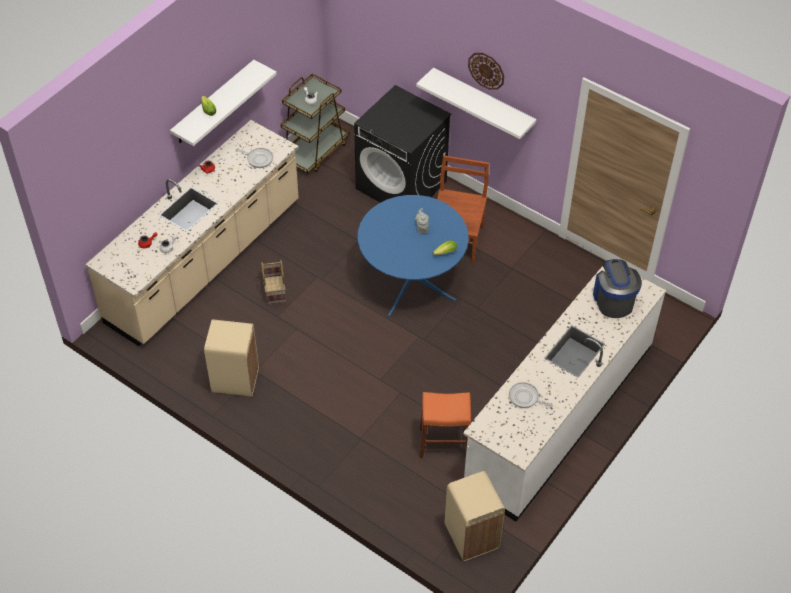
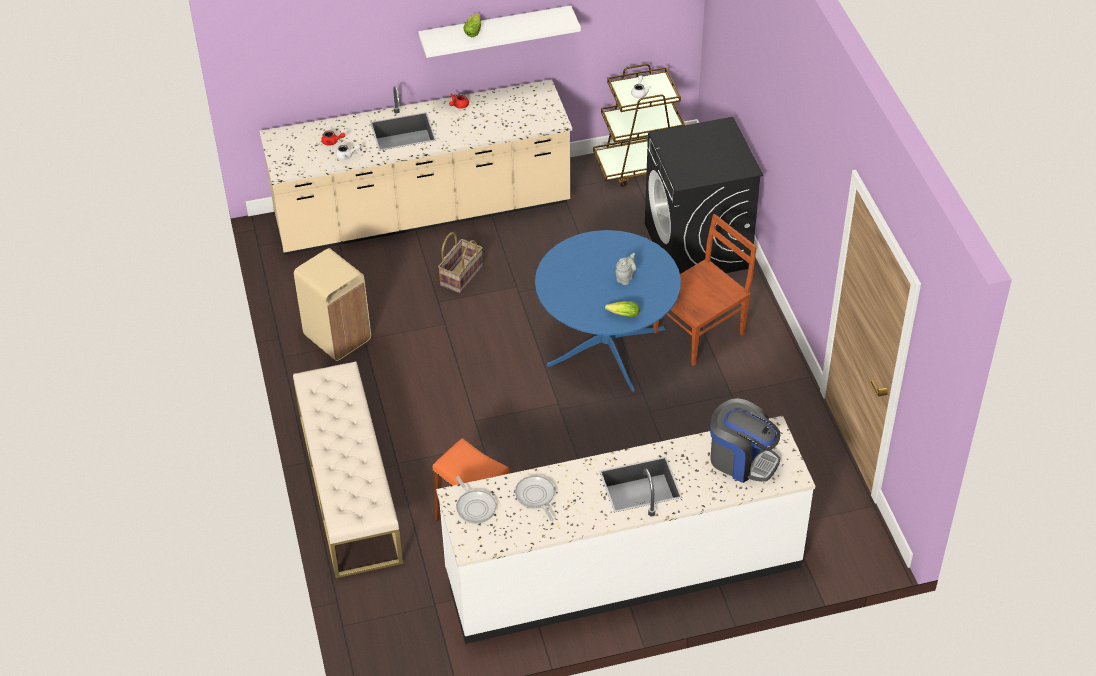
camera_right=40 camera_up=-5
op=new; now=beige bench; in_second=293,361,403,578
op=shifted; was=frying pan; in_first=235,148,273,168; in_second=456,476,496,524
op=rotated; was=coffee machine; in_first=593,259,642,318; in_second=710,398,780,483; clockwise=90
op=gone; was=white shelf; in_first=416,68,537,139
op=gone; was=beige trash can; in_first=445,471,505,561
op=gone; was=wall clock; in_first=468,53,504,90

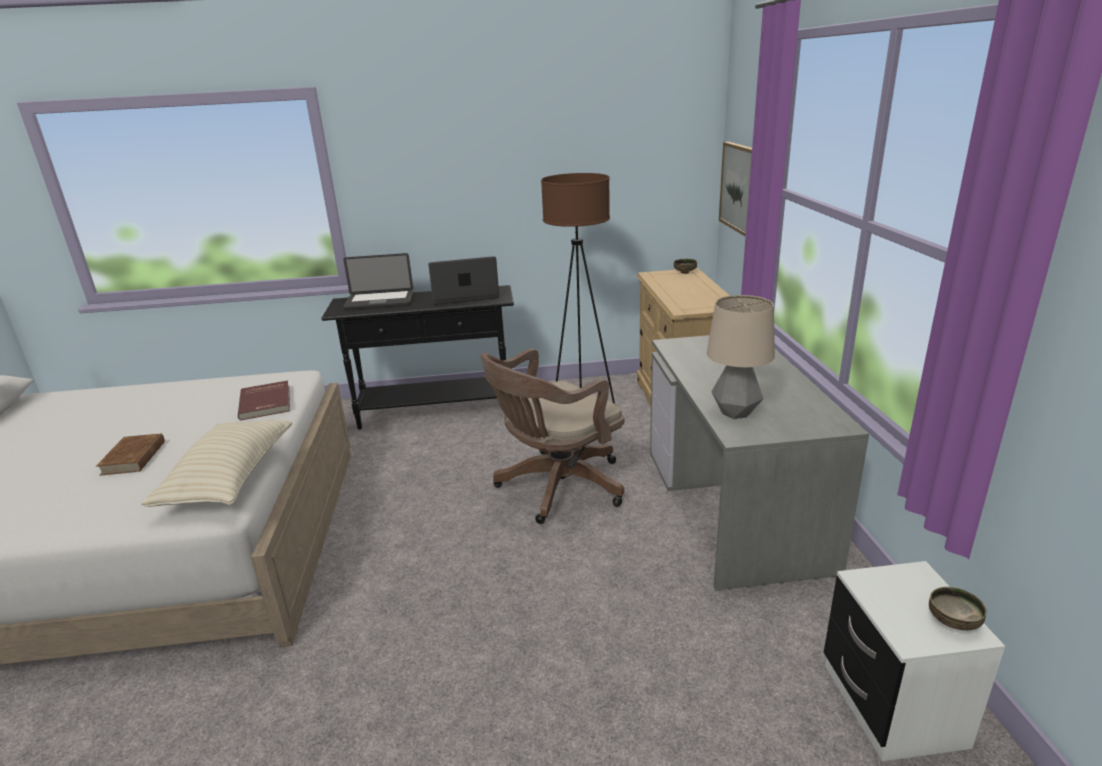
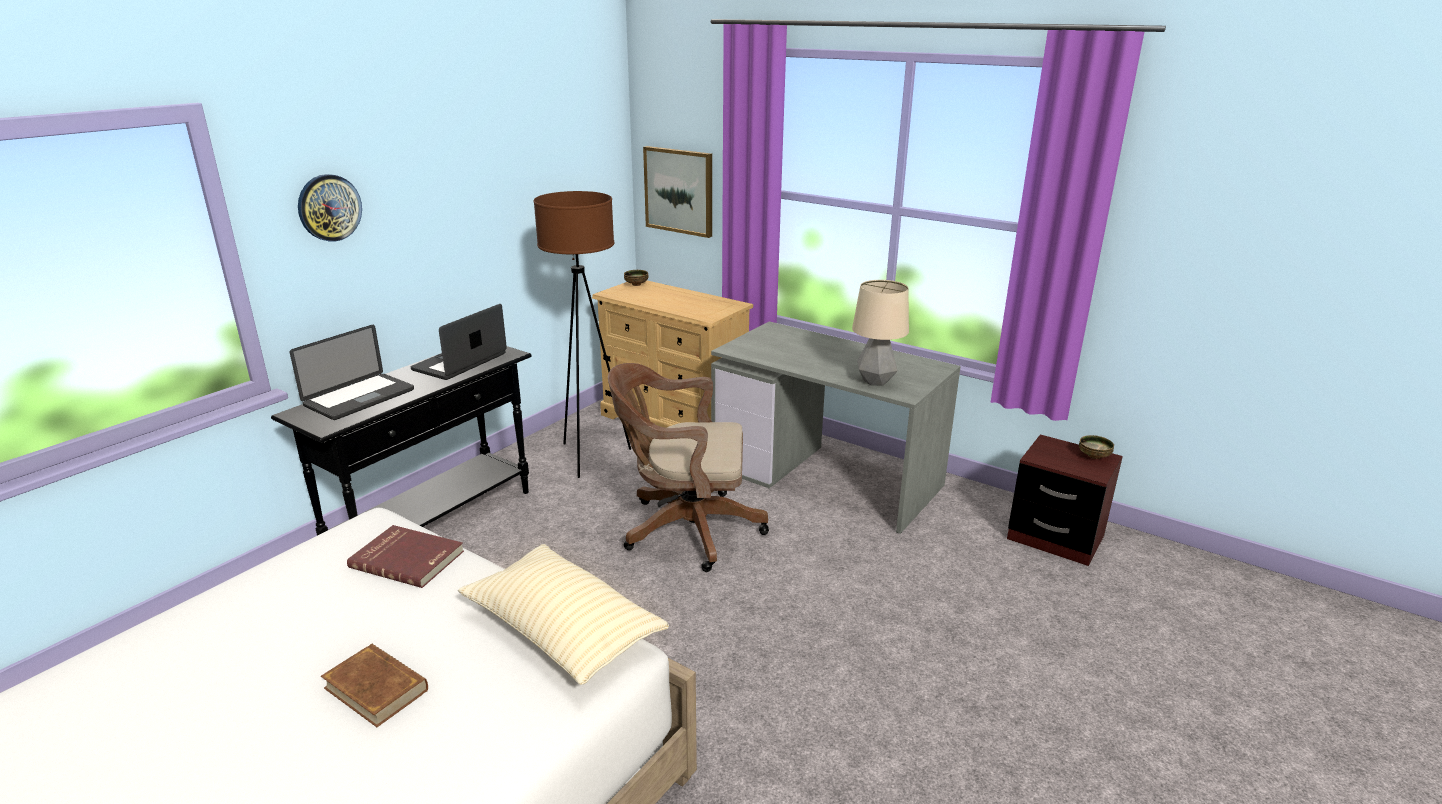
camera_right=-50 camera_up=0
op=new; now=wall clock; in_second=298,174,362,242
op=rotated; was=brown office chair; in_first=481,348,624,524; in_second=608,363,769,572; clockwise=90
op=repainted; was=white nightstand; now=brown nightstand; in_first=824,561,1005,761; in_second=1007,434,1123,566

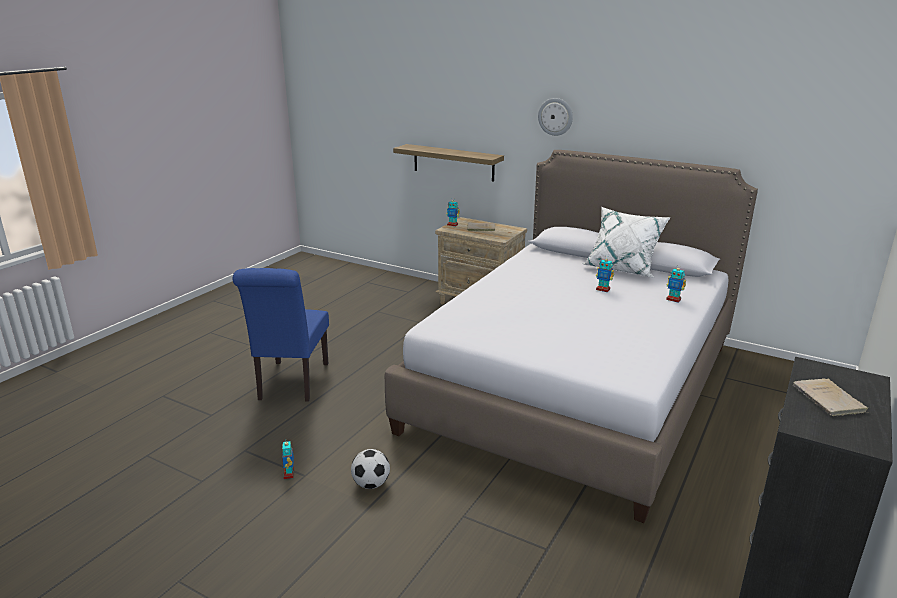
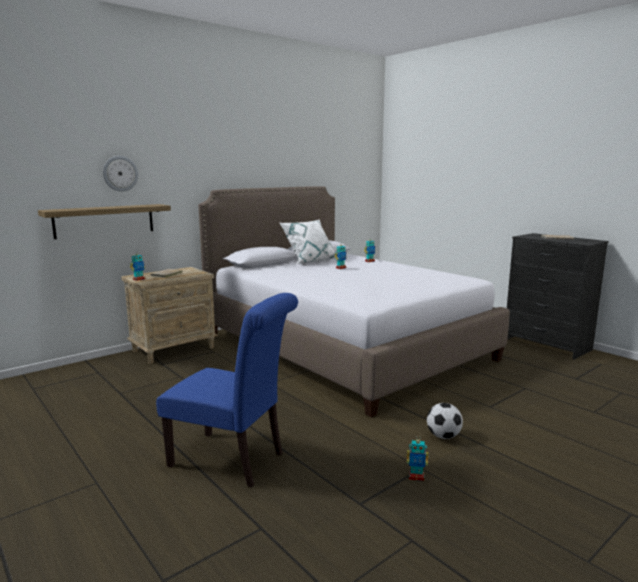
camera_right=-70 camera_up=-10
op=shifted; was=wall clock; in_first=538,98,573,136; in_second=103,156,138,192

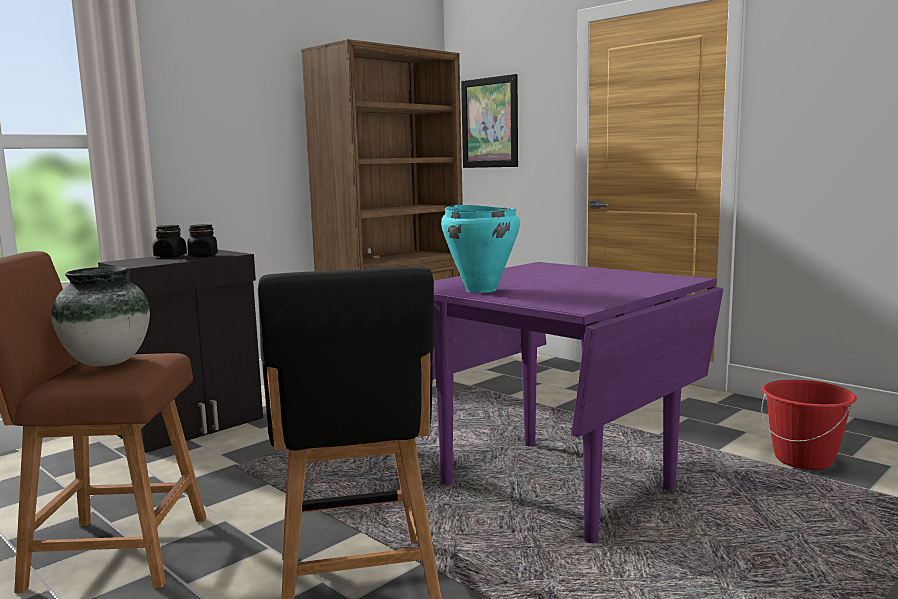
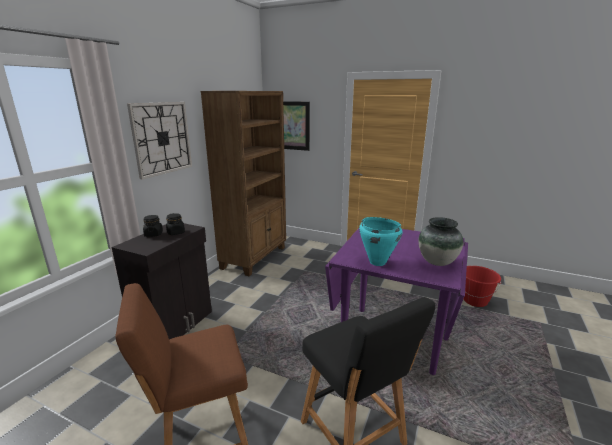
camera_right=-20 camera_up=10
op=new; now=wall clock; in_second=127,102,192,179
op=shifted; was=vase; in_first=51,267,150,366; in_second=418,217,464,266

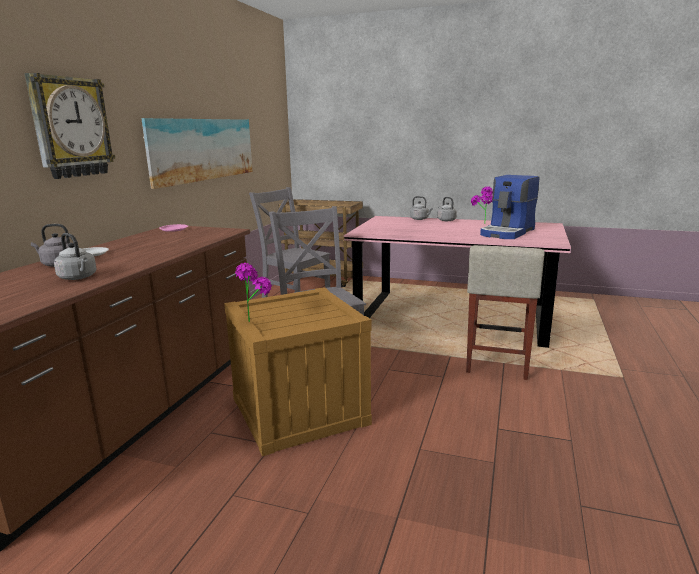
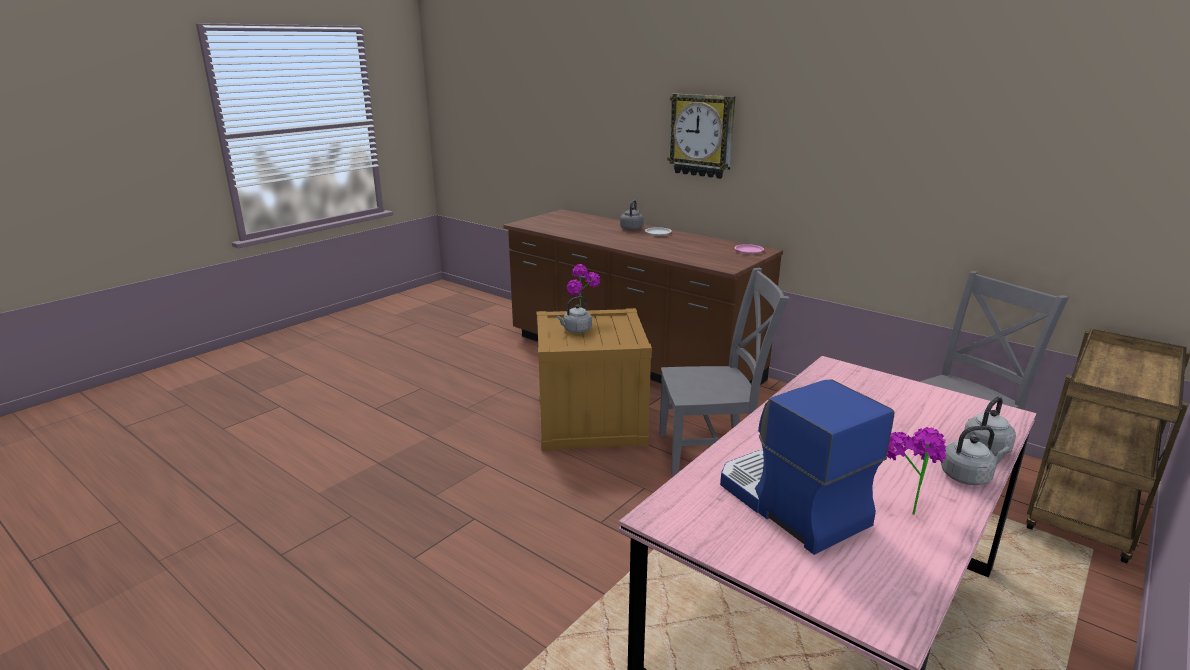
camera_right=110 camera_up=5
op=shifted; was=grey kettle; in_first=54,233,97,280; in_second=556,296,592,333
op=gone; was=picture; in_first=142,118,253,189
op=gone; was=beige stool; in_first=466,245,544,380

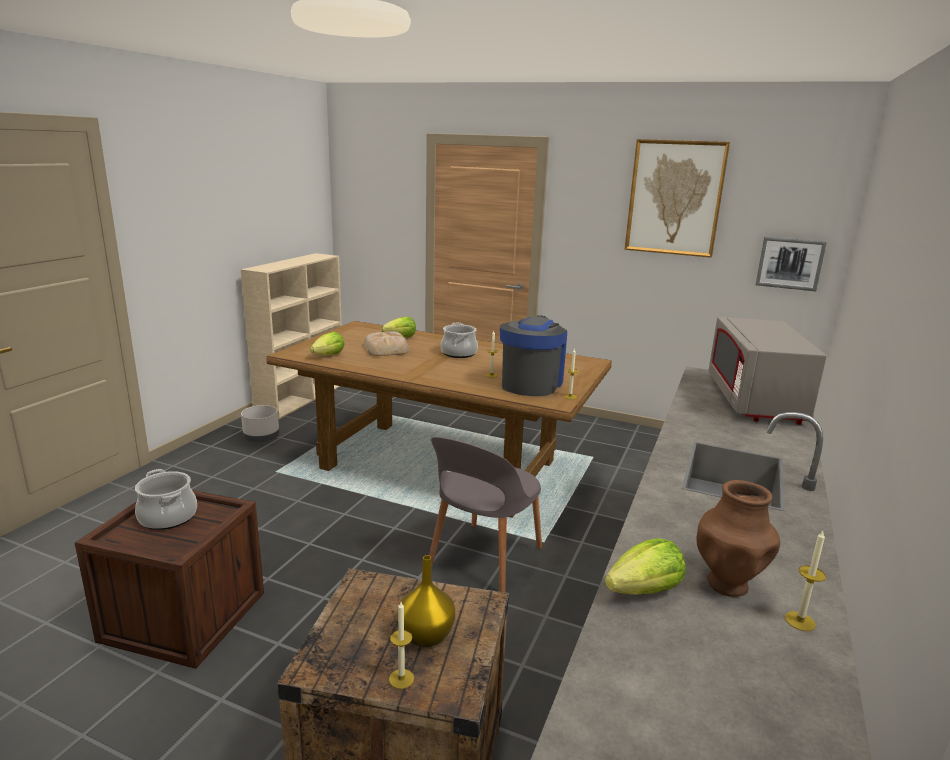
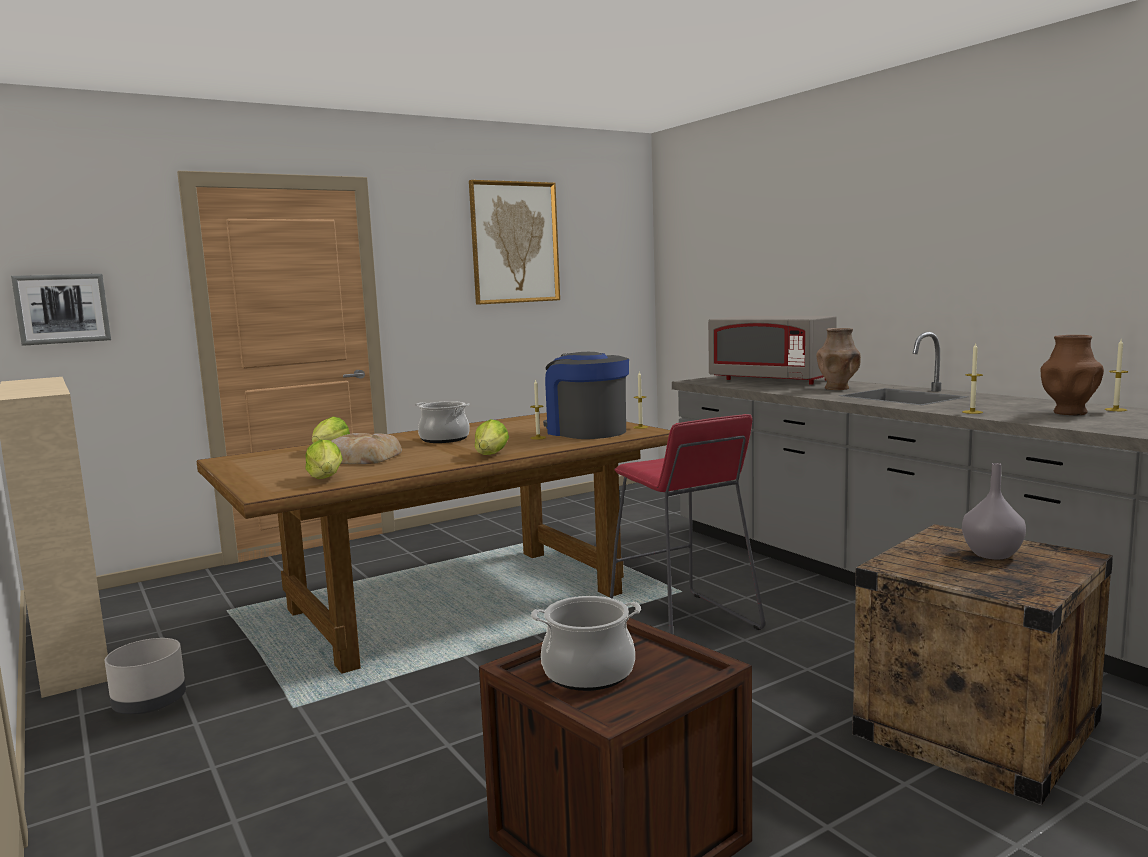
camera_right=-55 camera_up=-10
op=shifted; was=picture; in_first=756,237,827,291; in_second=11,274,111,346
op=shifted; was=lettuce; in_first=605,538,686,595; in_second=475,419,509,455
op=swapped; was=grey chair; now=red stool; in_first=429,437,542,592; in_second=610,414,765,634
op=new; now=brown vase; in_second=816,328,861,390
op=shifted; was=candle; in_first=389,602,414,689; in_second=962,342,983,414
op=repainted; was=yellow vase; now=grey vase; in_first=397,555,455,647; in_second=962,463,1026,559

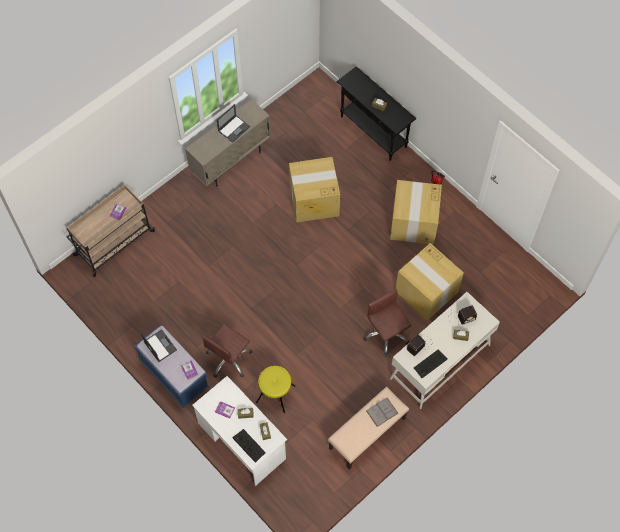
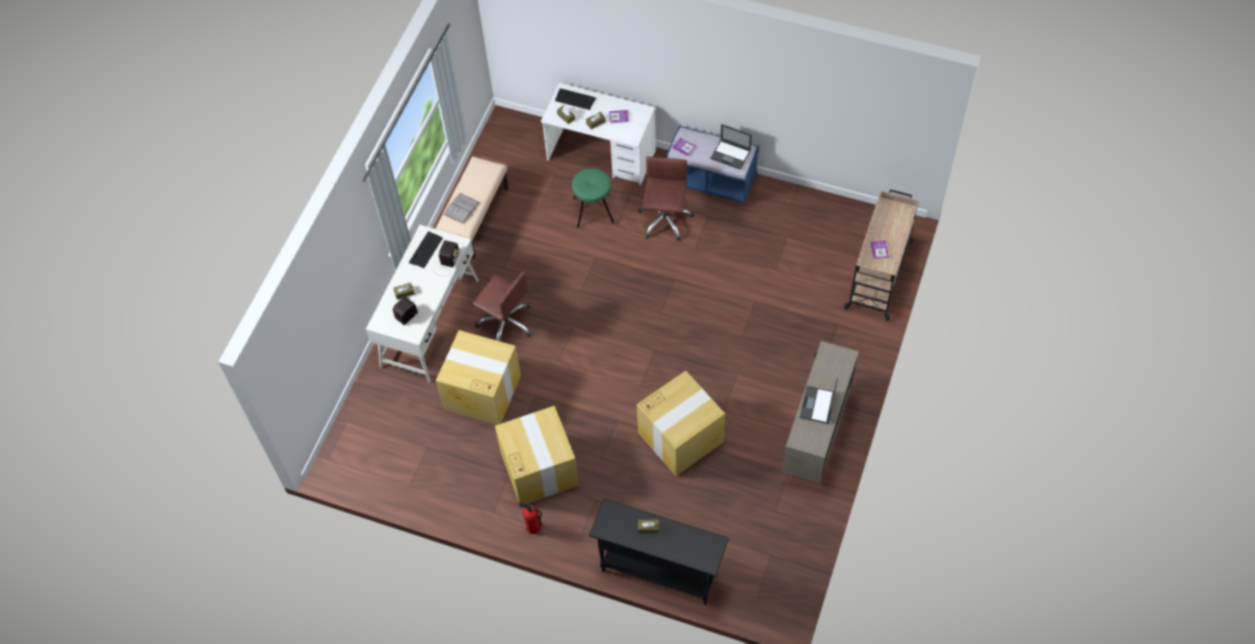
camera_right=155 camera_up=-5
op=repainted; was=yellow stool; now=green stool; in_first=256,366,296,413; in_second=572,168,614,228

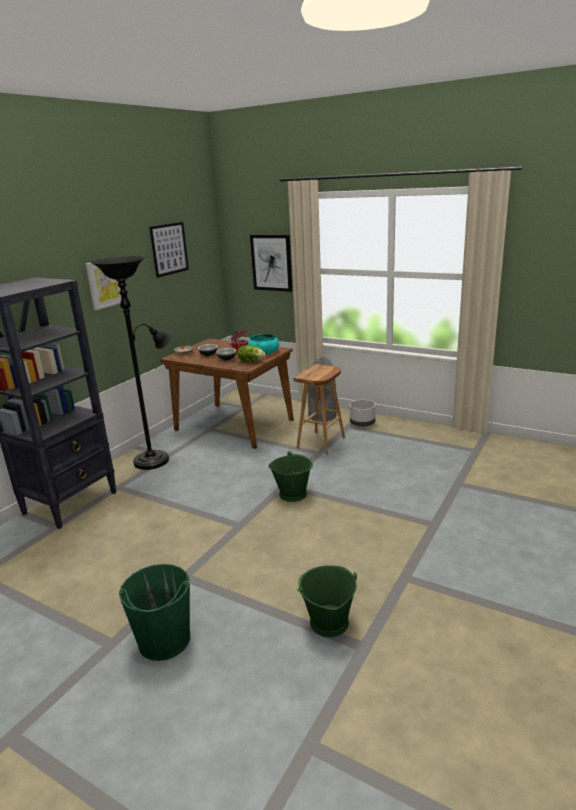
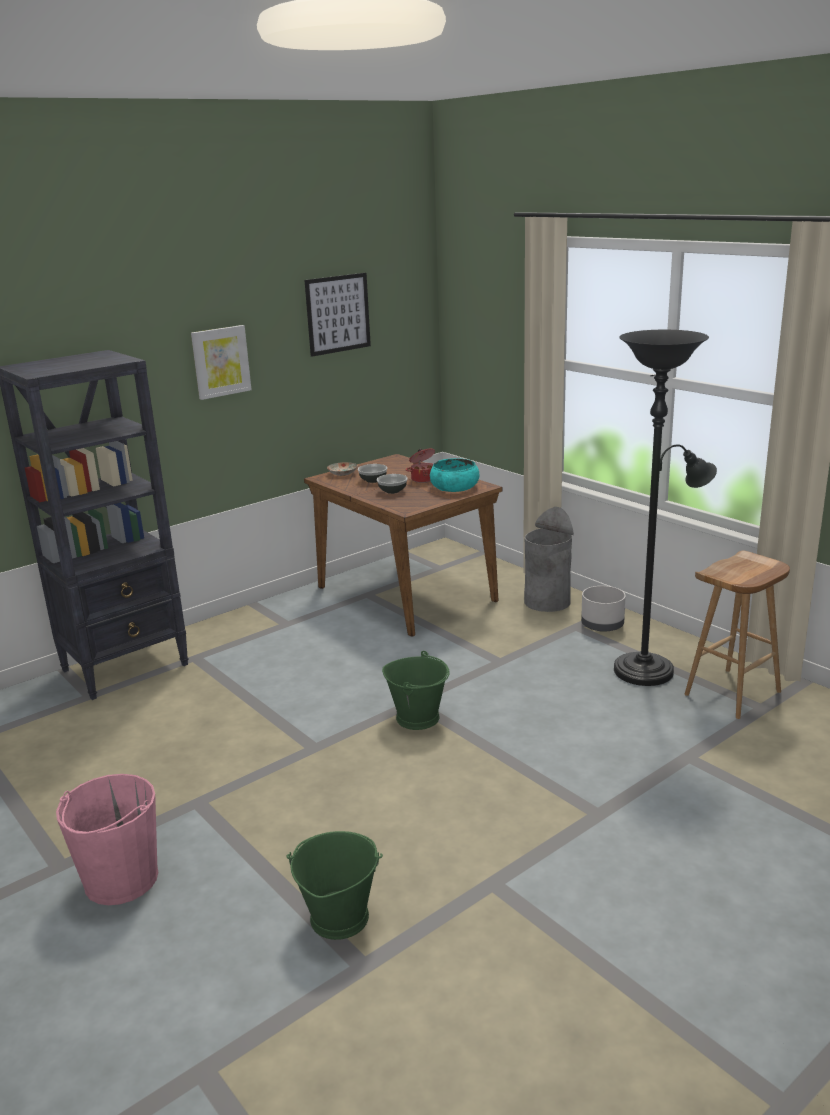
camera_right=20 camera_up=0
op=repainted; was=green bucket; now=pink bucket; in_first=119,564,190,661; in_second=56,774,158,905
op=shifted; was=black floor lamp; in_first=91,256,171,470; in_second=614,330,717,686
op=shifted; was=brown stool; in_first=293,364,345,455; in_second=685,550,790,719
op=gone; was=lettuce; in_first=237,345,265,362
op=gone; was=picture; in_first=250,235,292,292

